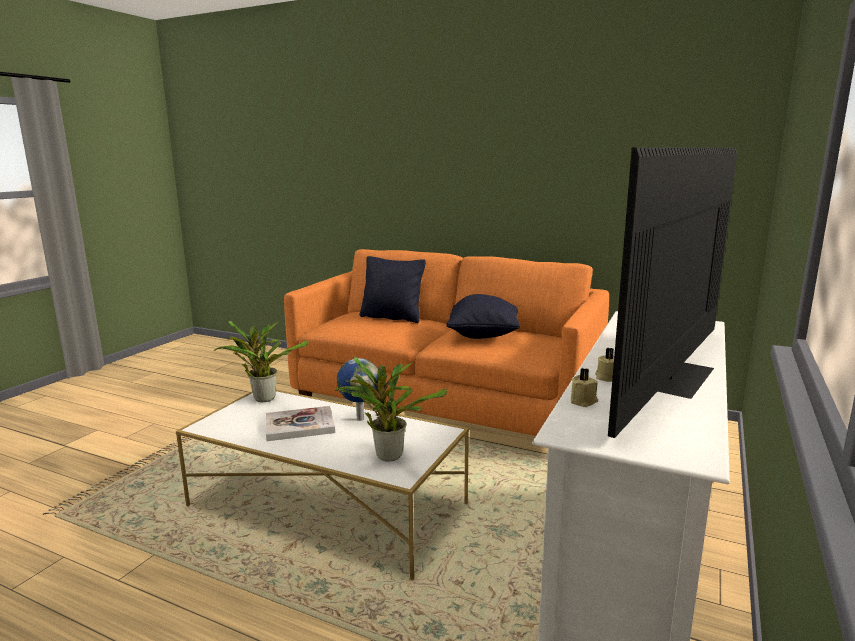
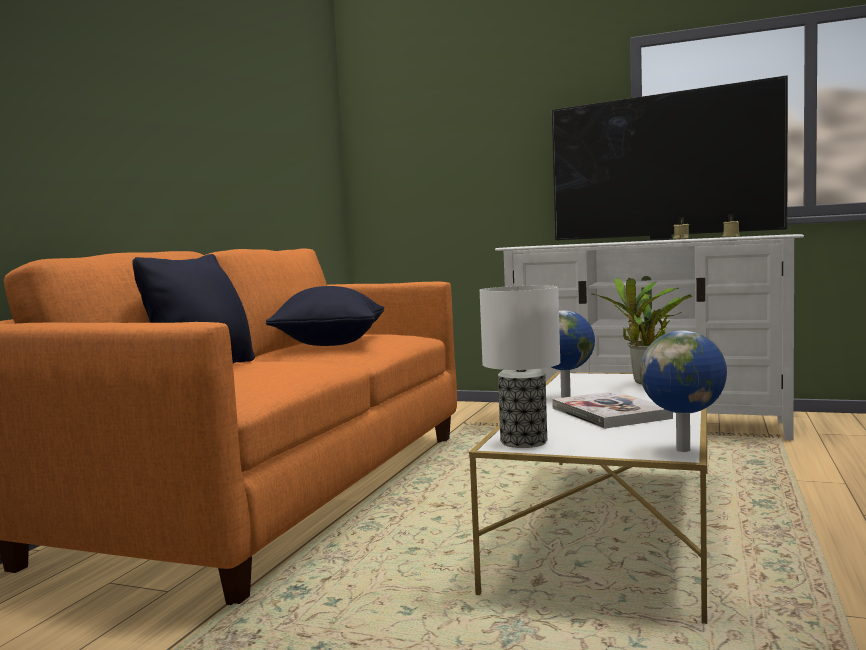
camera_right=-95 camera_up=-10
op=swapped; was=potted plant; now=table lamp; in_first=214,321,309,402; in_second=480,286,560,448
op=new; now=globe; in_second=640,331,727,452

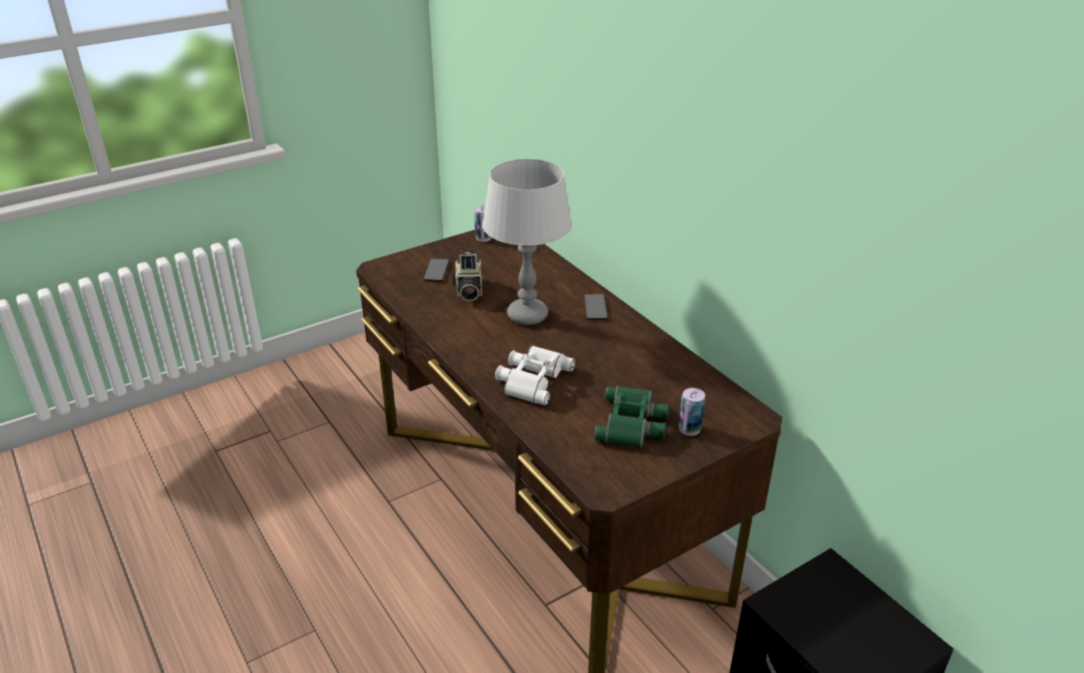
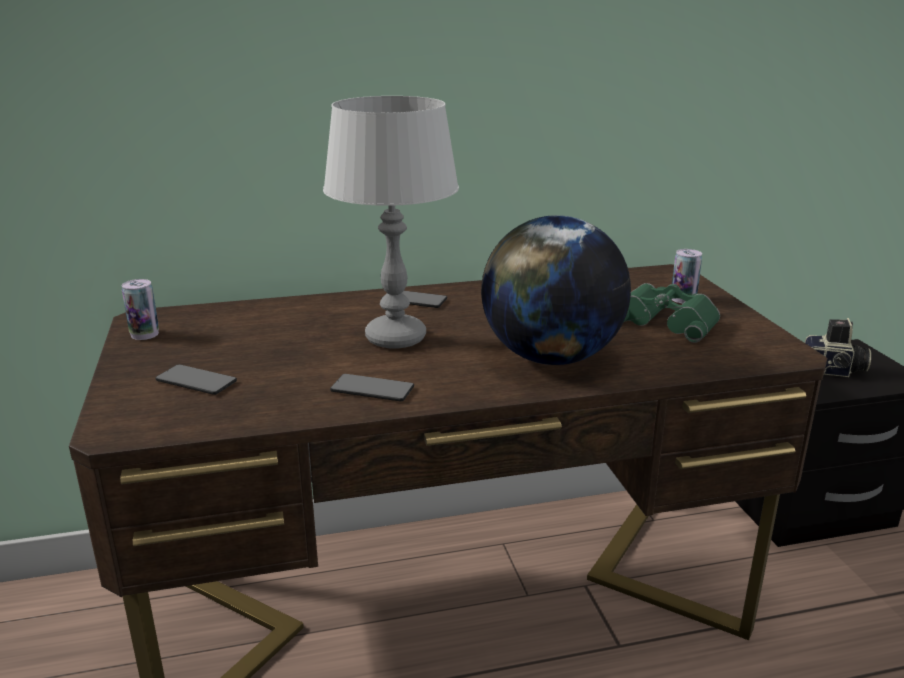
camera_right=-70 camera_up=-10
op=new; now=phone; in_second=330,374,414,402
op=swapped; was=white binoculars; now=globe; in_first=495,345,575,405; in_second=481,215,631,365
op=shifted; was=photo camera; in_first=452,250,483,302; in_second=805,318,871,377

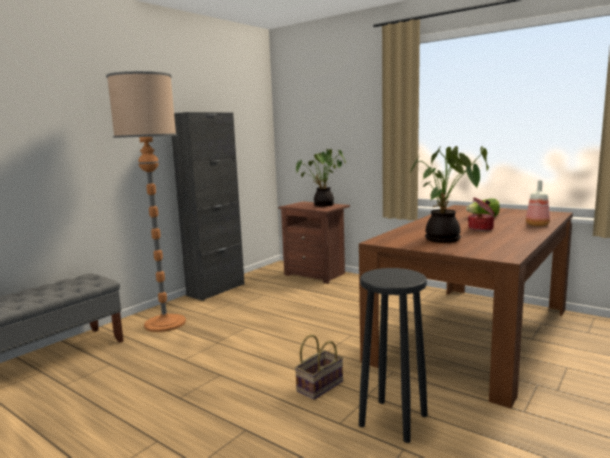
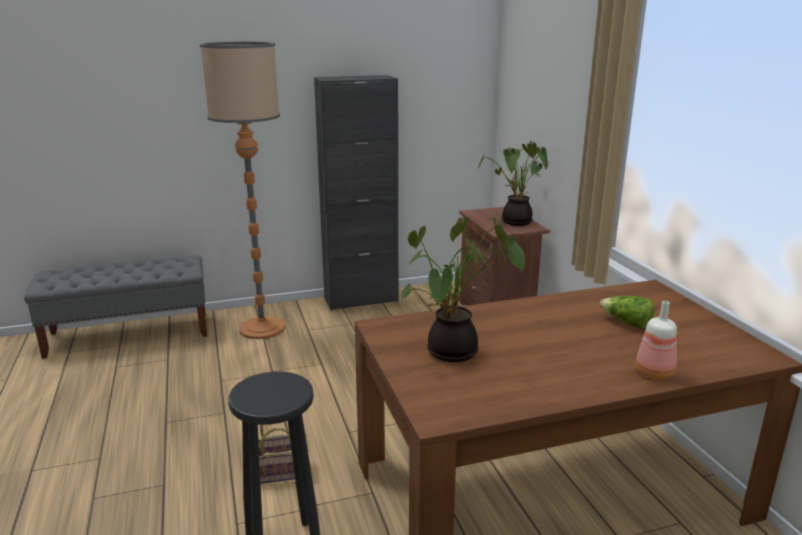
camera_right=35 camera_up=10
op=gone; was=cooking pot; in_first=468,197,495,231

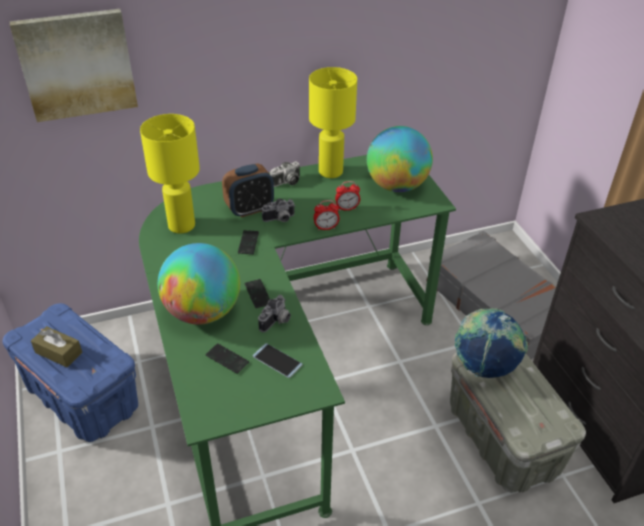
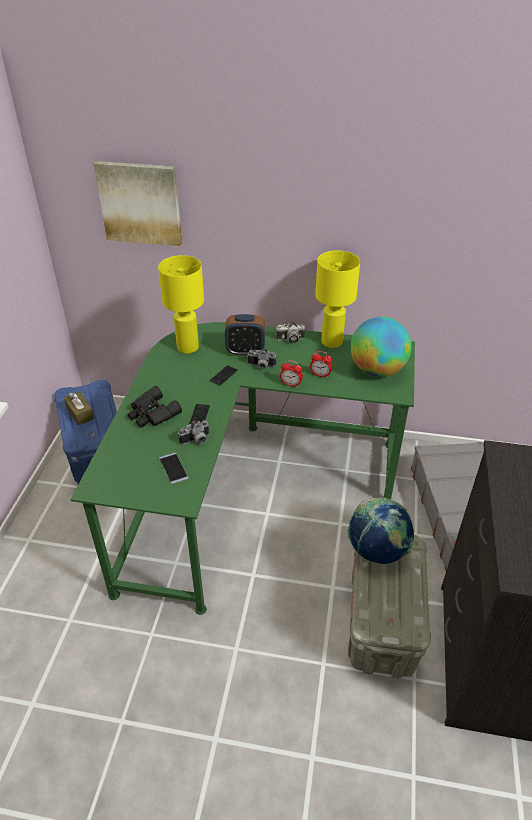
camera_right=30 camera_up=0
op=swapped; was=globe; now=black binoculars; in_first=158,243,240,325; in_second=127,386,182,428
op=gone; was=phone; in_first=206,343,249,374

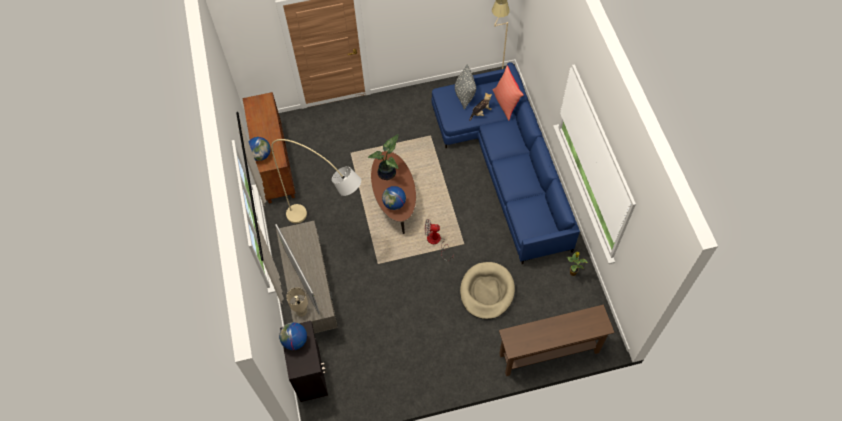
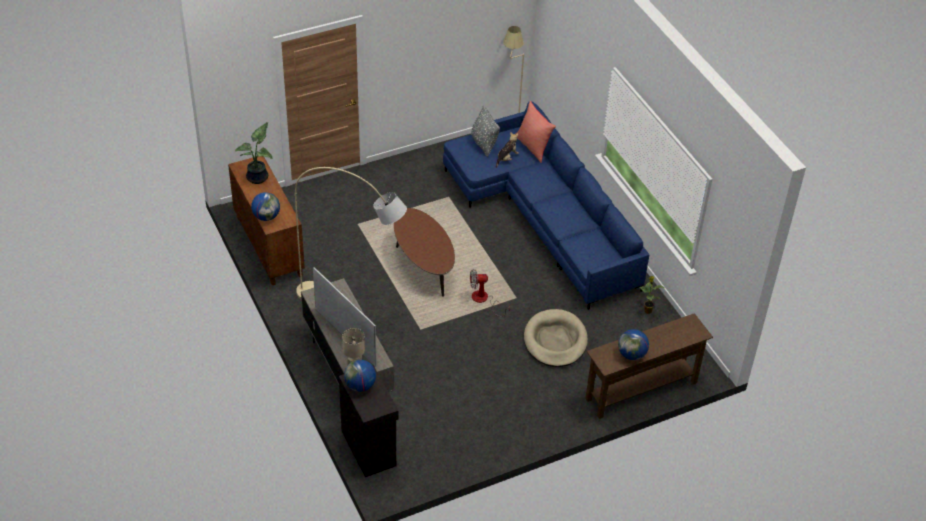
camera_right=-15 camera_up=-15
op=shifted; was=potted plant; in_first=368,134,399,180; in_second=235,122,273,184
op=shifted; was=globe; in_first=382,186,406,210; in_second=618,329,649,360

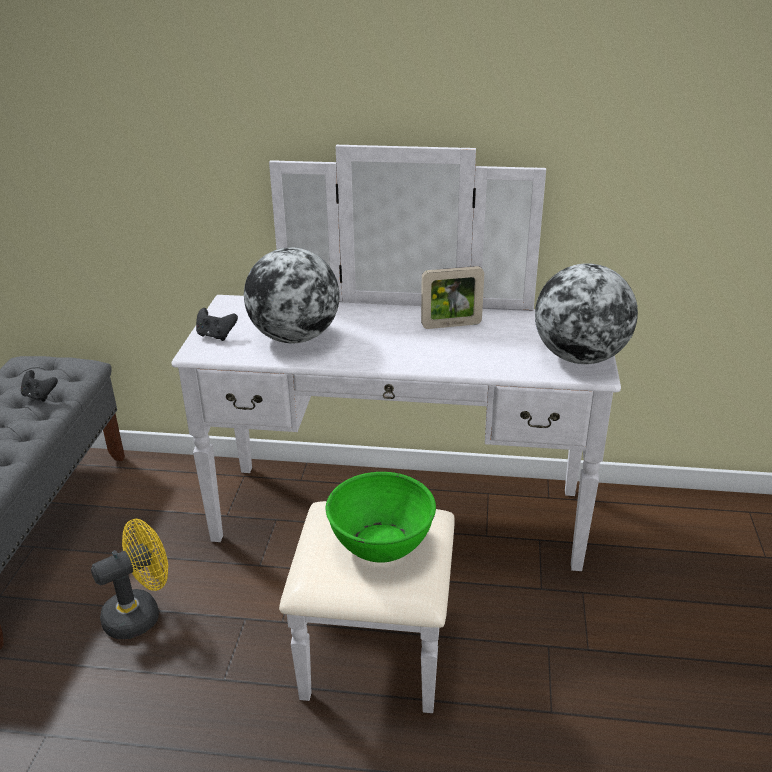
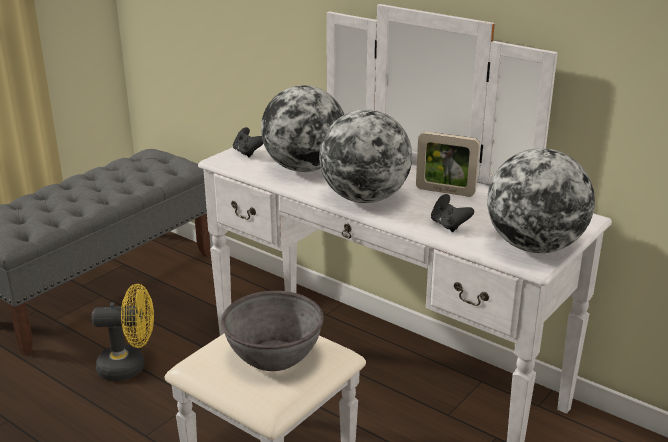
camera_right=30 camera_up=-5
op=repainted; was=green bowl; now=grey bowl; in_first=326,472,436,563; in_second=221,291,324,371
op=new; now=globe; in_second=319,109,412,203
op=shifted; was=black game controller; in_first=21,370,58,402; in_second=431,194,474,232

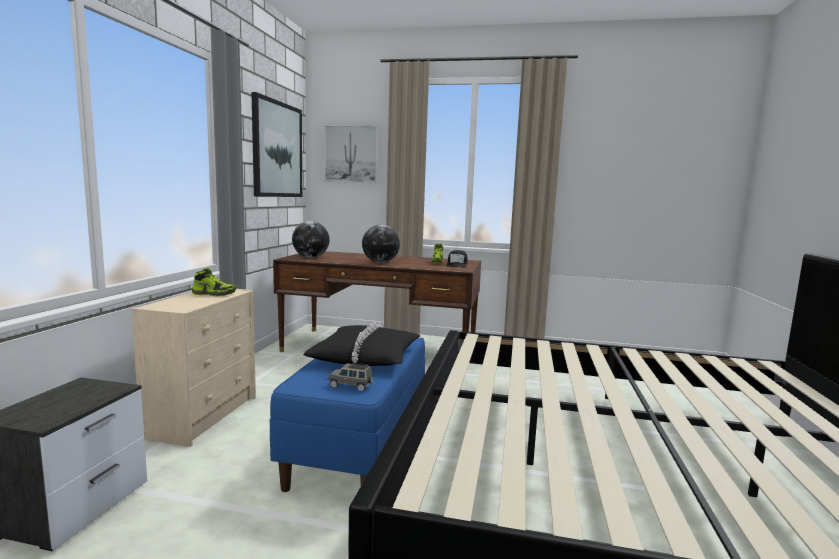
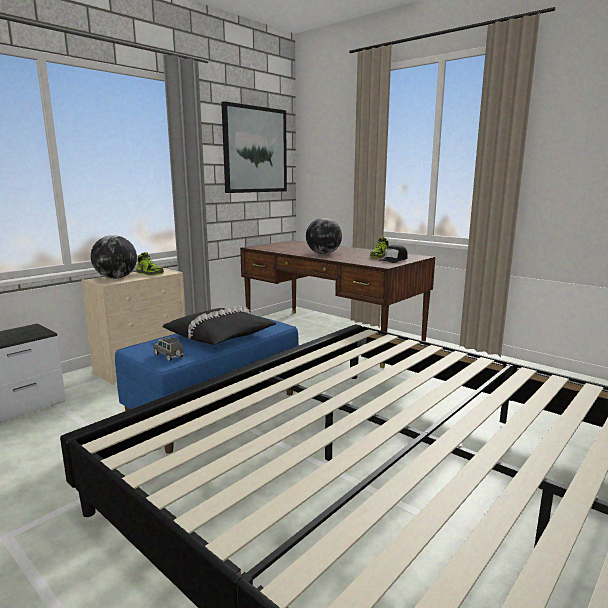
camera_right=30 camera_up=5
op=shifted; was=globe; in_first=292,221,330,258; in_second=91,235,137,279
op=gone; was=picture; in_first=324,125,379,183

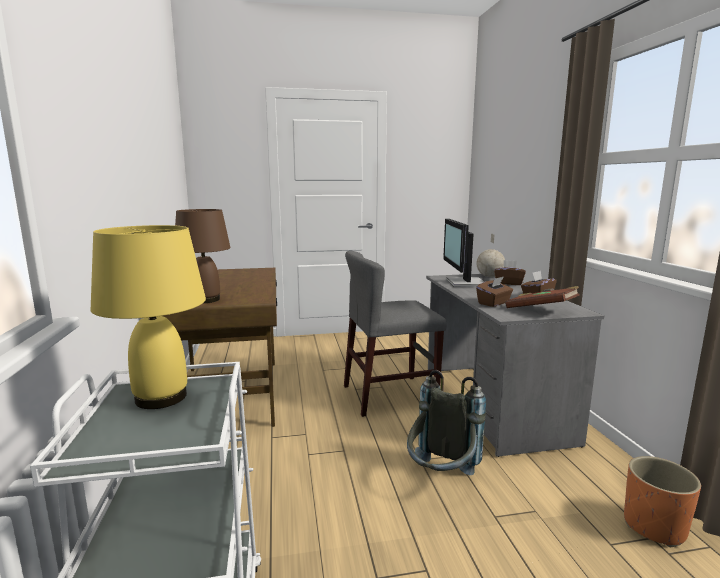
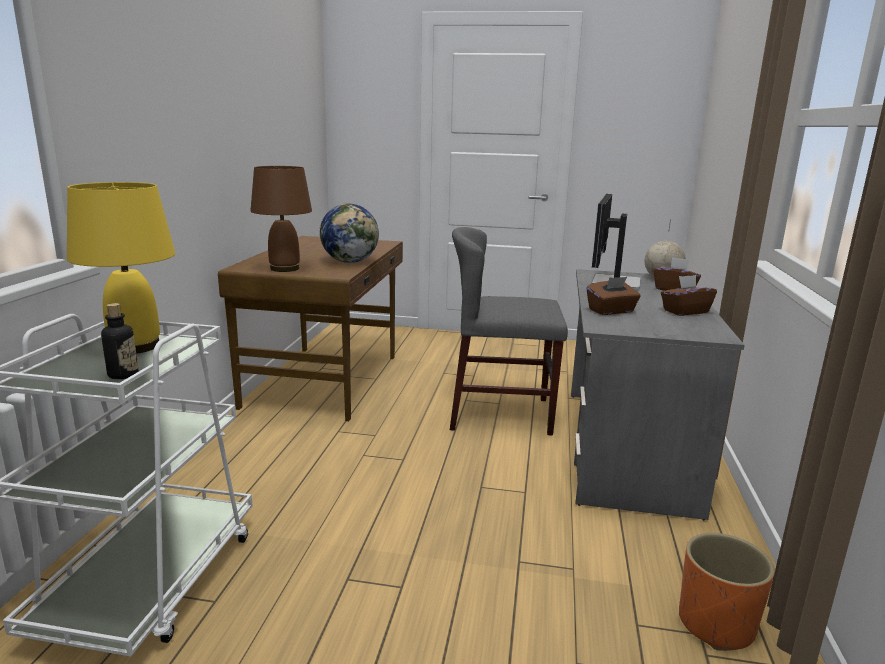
camera_right=20 camera_up=5
op=new; now=bottle; in_second=101,303,138,379
op=new; now=globe; in_second=320,203,379,263
op=gone; was=grey backpack; in_first=407,370,486,475
op=gone; was=brown book; in_first=505,286,580,308

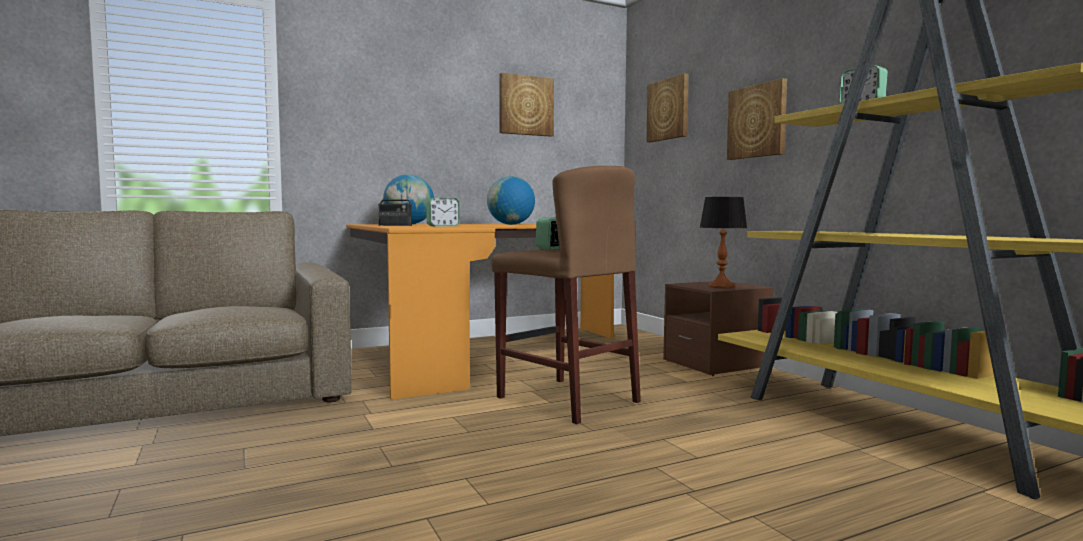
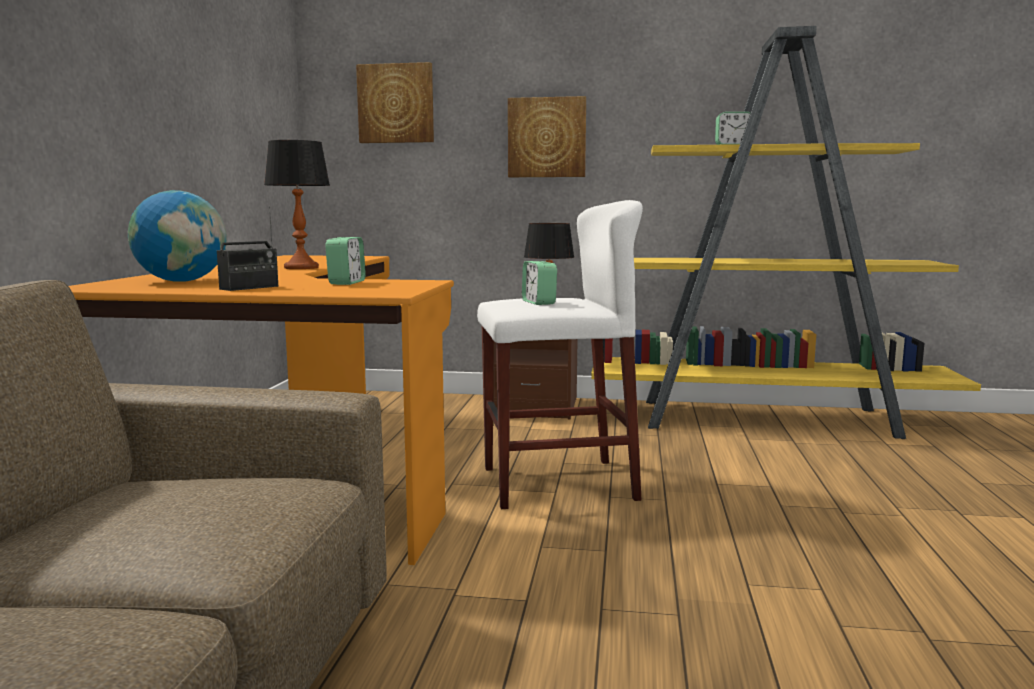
camera_right=-55 camera_up=5
op=swapped; was=globe; now=table lamp; in_first=487,176,535,225; in_second=264,140,330,269
op=repainted; was=brown stool; now=white stool; in_first=491,166,641,424; in_second=477,200,643,509
op=gone; was=picture; in_first=500,73,554,137

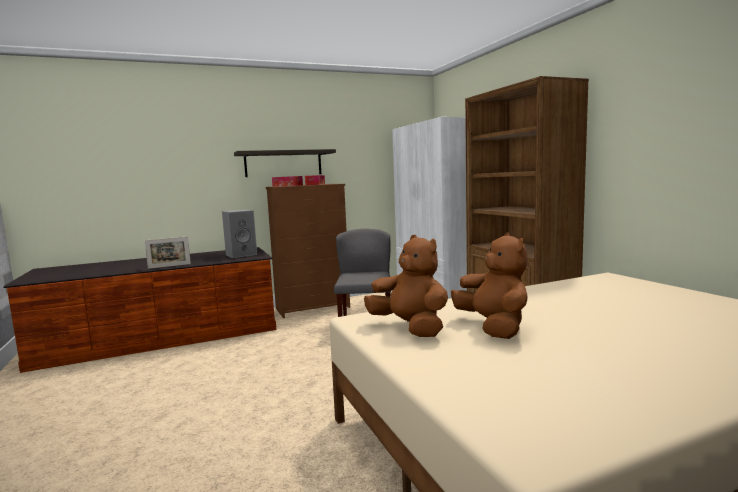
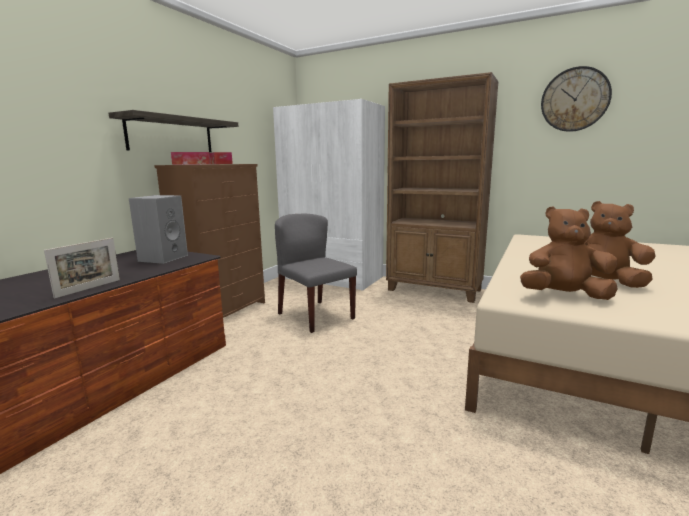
camera_right=-40 camera_up=5
op=new; now=wall clock; in_second=541,66,612,132

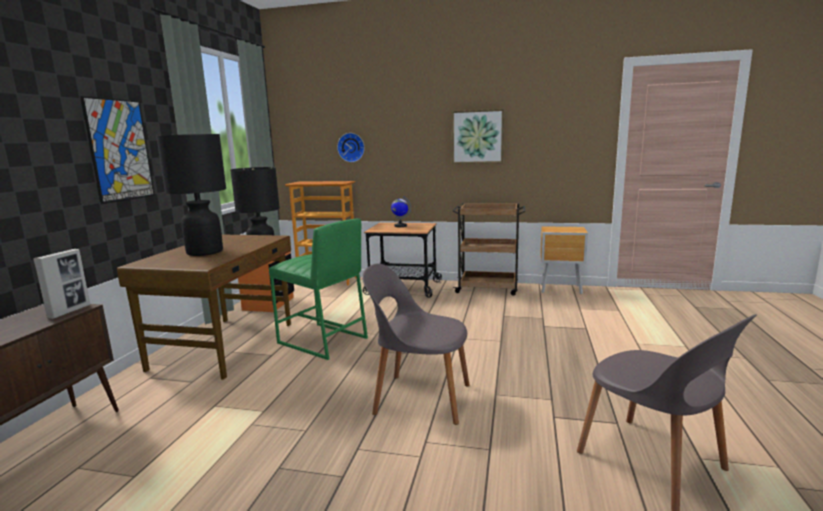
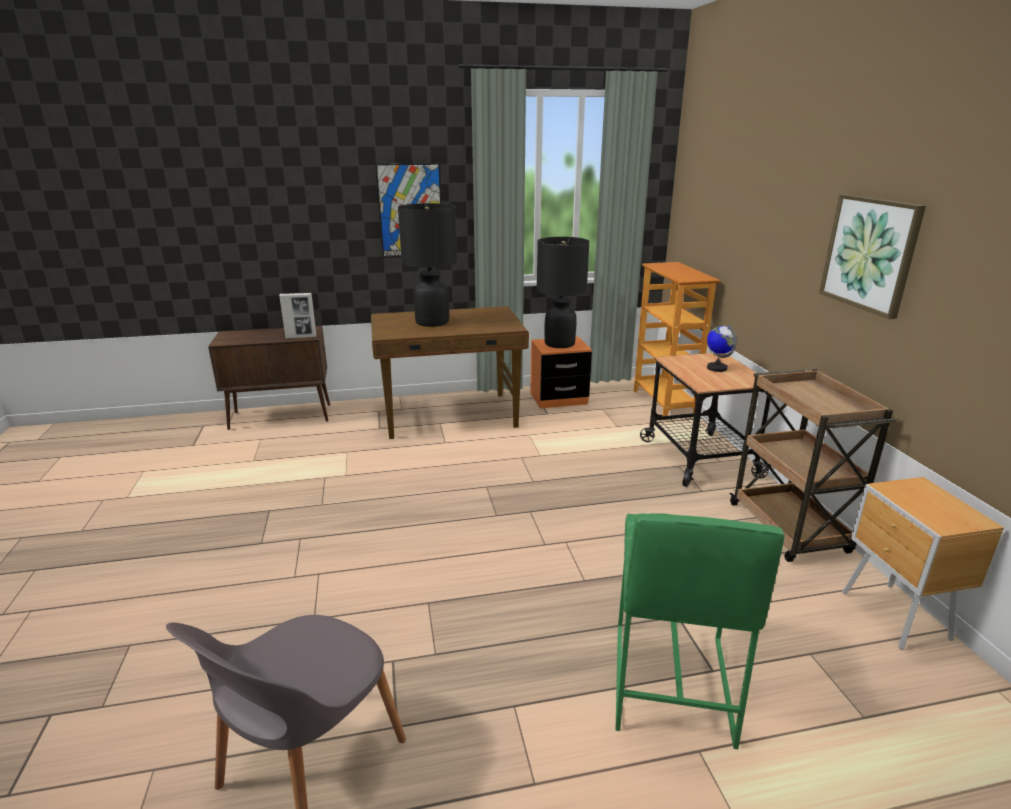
camera_right=65 camera_up=10
op=shifted; was=green stool; in_first=269,219,368,360; in_second=615,513,785,749
op=gone; was=wall clock; in_first=337,133,365,162
op=gone; was=grey chair; in_first=362,264,470,425

